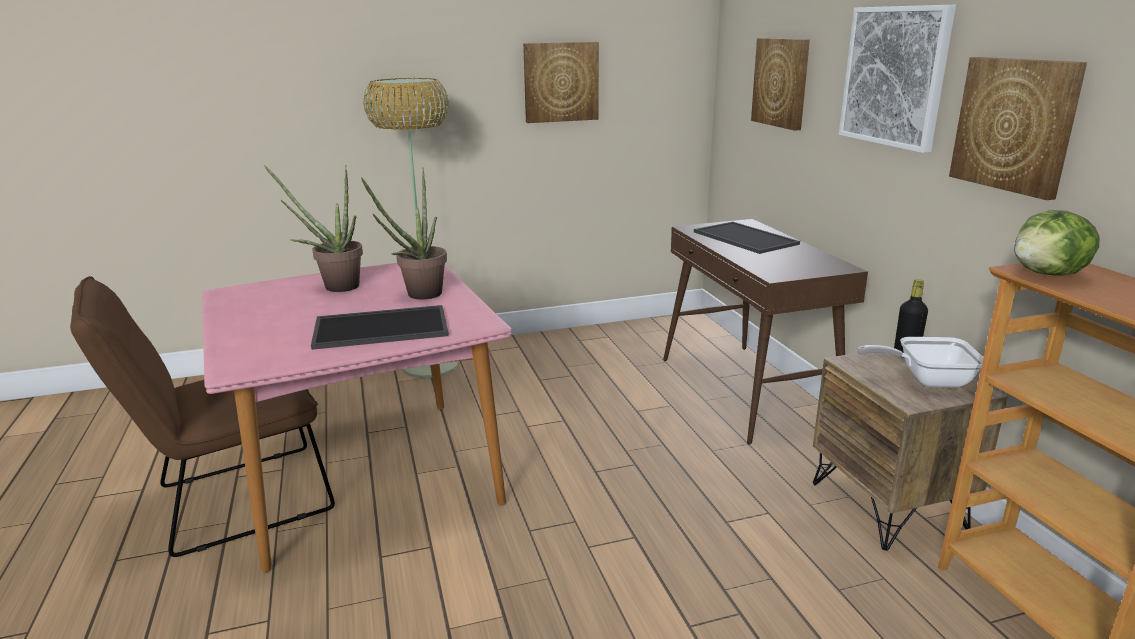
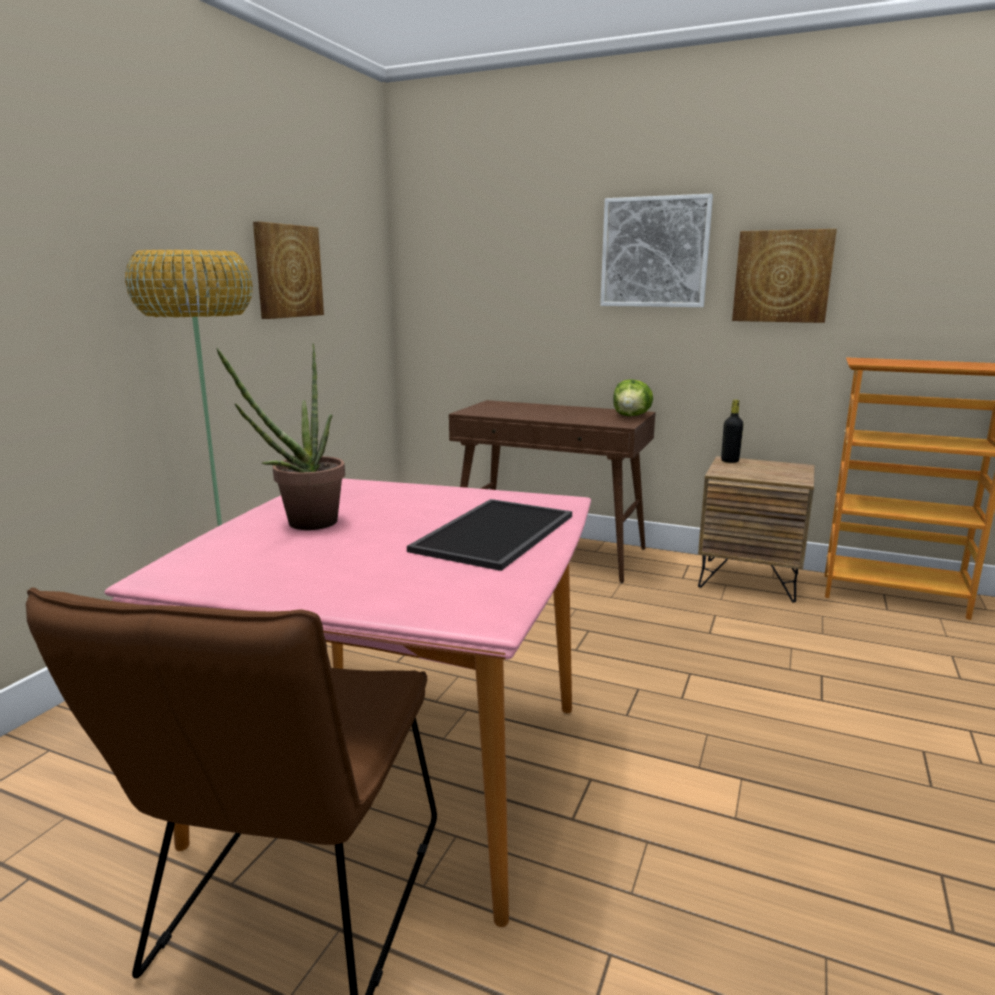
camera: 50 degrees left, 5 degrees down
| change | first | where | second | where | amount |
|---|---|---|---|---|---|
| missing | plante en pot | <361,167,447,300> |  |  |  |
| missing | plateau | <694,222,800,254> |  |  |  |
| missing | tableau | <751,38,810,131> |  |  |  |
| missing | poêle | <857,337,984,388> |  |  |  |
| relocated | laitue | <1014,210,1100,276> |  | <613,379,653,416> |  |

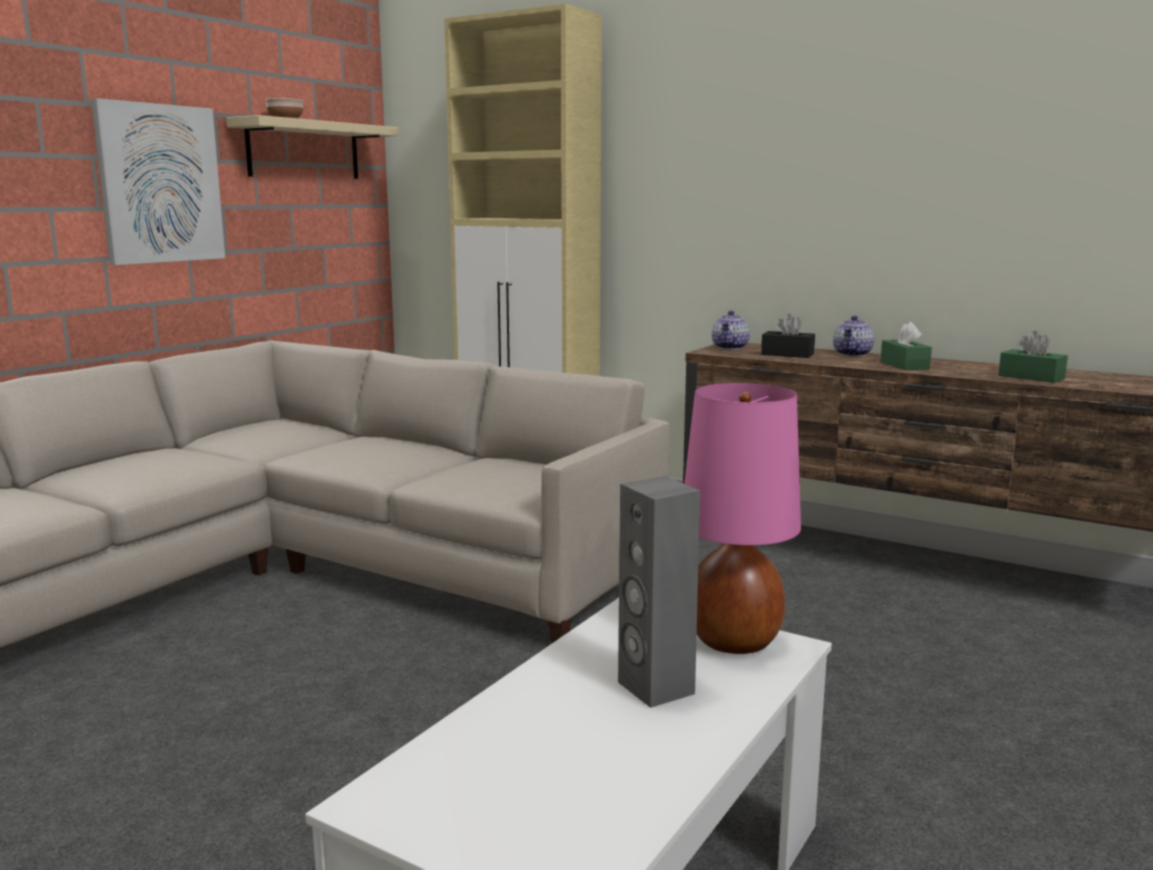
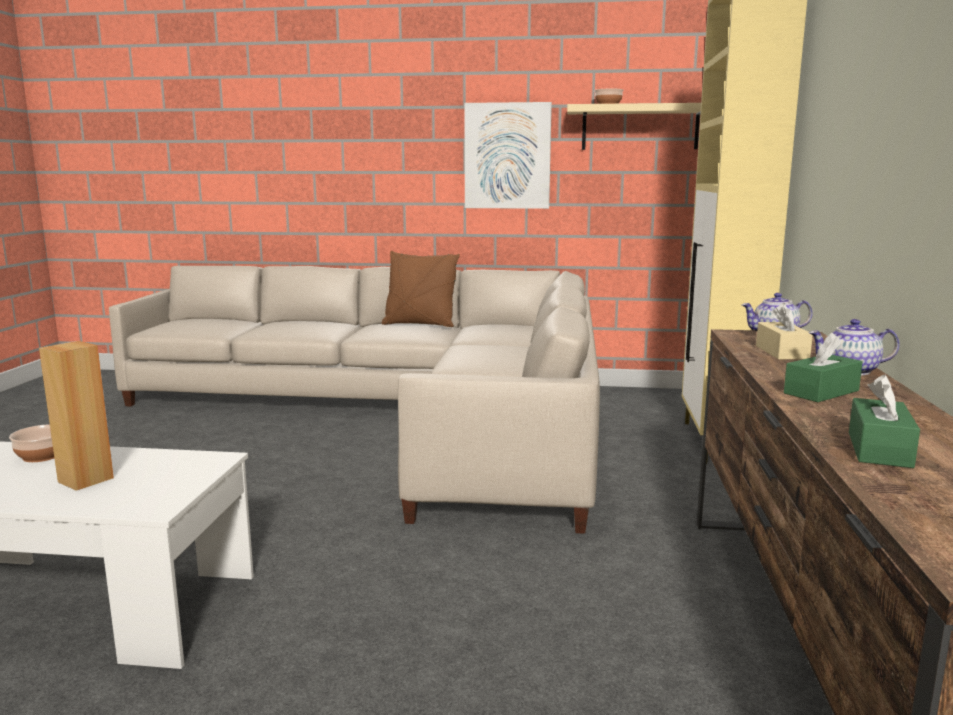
camera: 65 degrees right, 0 degrees up
| change | first | where | second | where | amount |
|---|---|---|---|---|---|
| colour | enceinte/gris | <618,476,700,708> | enceinte/marron | <39,341,114,491> |  |
| missing | lampe de table/rose | <684,383,801,654> |  |  |  |
| colour | boîte à mouchoirs/noir | <761,314,815,358> | boîte à mouchoirs/beige | <756,303,813,360> |  |
| appeared |  |  | bol | <9,424,54,462> |  |
| appeared |  |  | coussin/marron | <382,251,460,327> |  |

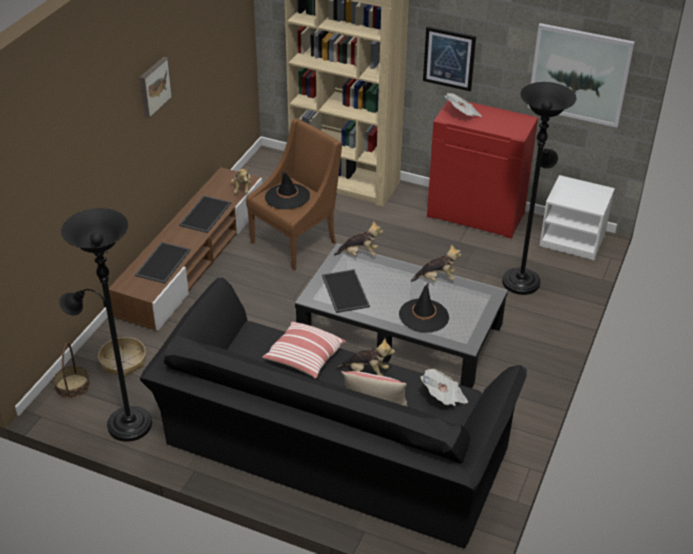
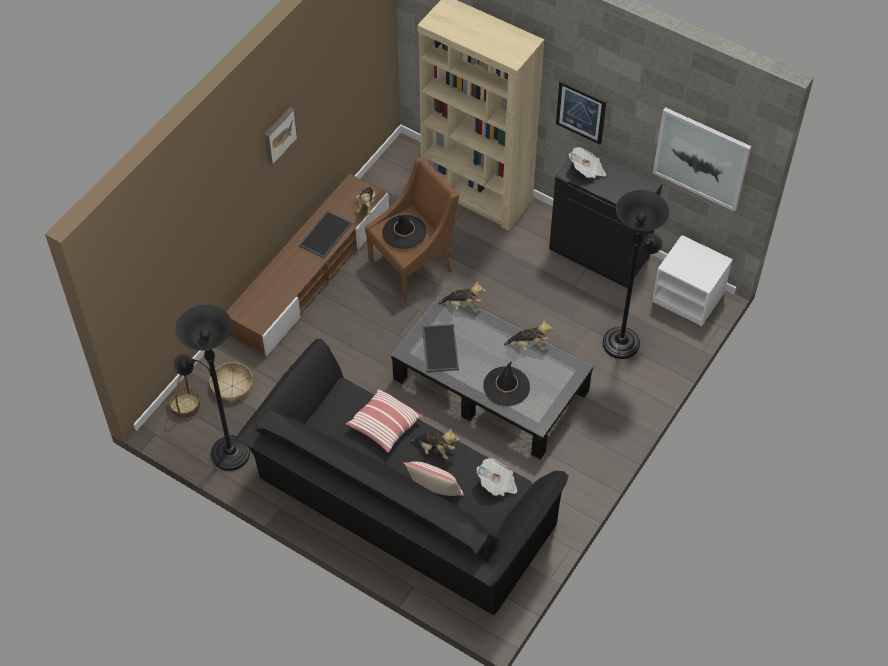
camera: 10 degrees right, 15 degrees up
| change | first | where | second | where | amount |
|---|---|---|---|---|---|
| missing | plateau | <135,242,191,284> |  |  |  |
| colour | meuble de rangement/rouge | <427,100,538,239> | meuble de rangement/noir | <549,145,663,288> |  |

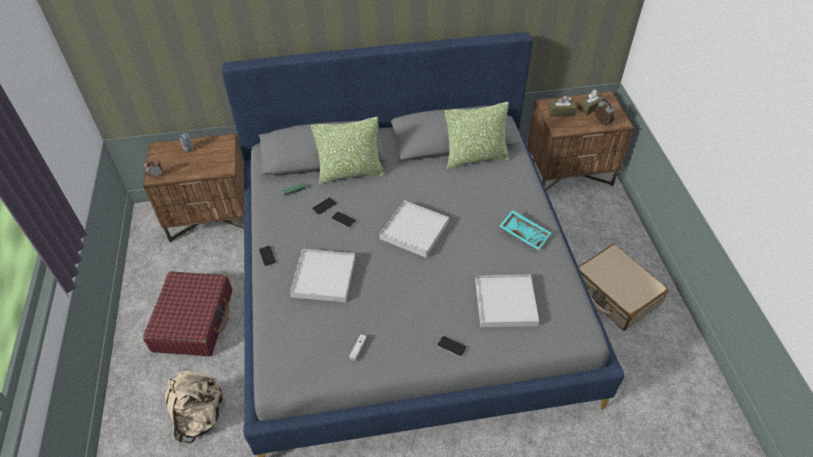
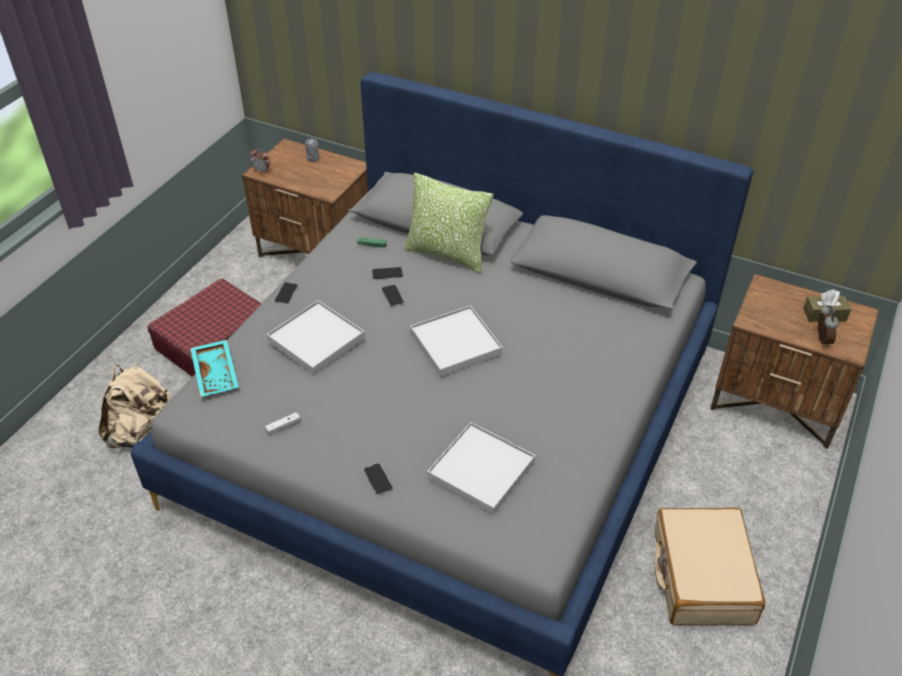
camera: 35 degrees right, 5 degrees down
| change | first | where | second | where | amount |
|---|---|---|---|---|---|
| missing | coussin | <445,102,509,169> |  |  |  |
| relocated | plateau/turquoise | <499,210,551,250> |  | <190,340,239,397> |  |
| missing | boîte à mouchoirs/marron | <548,96,577,117> |  |  |  |

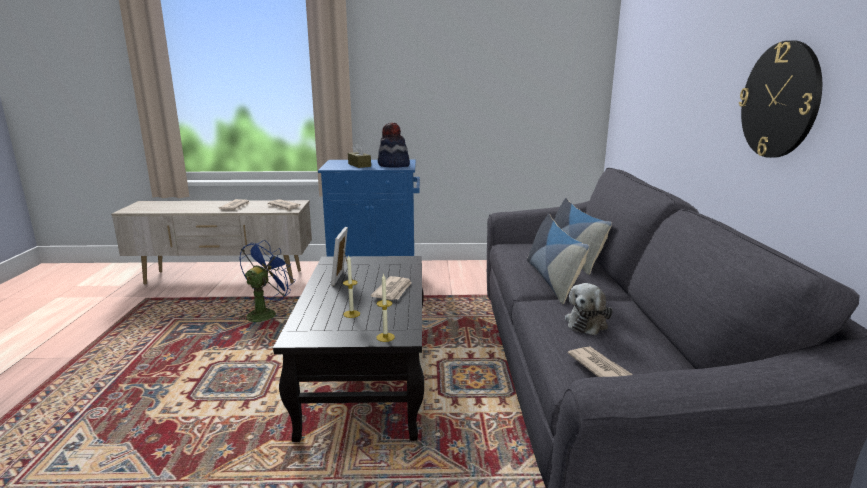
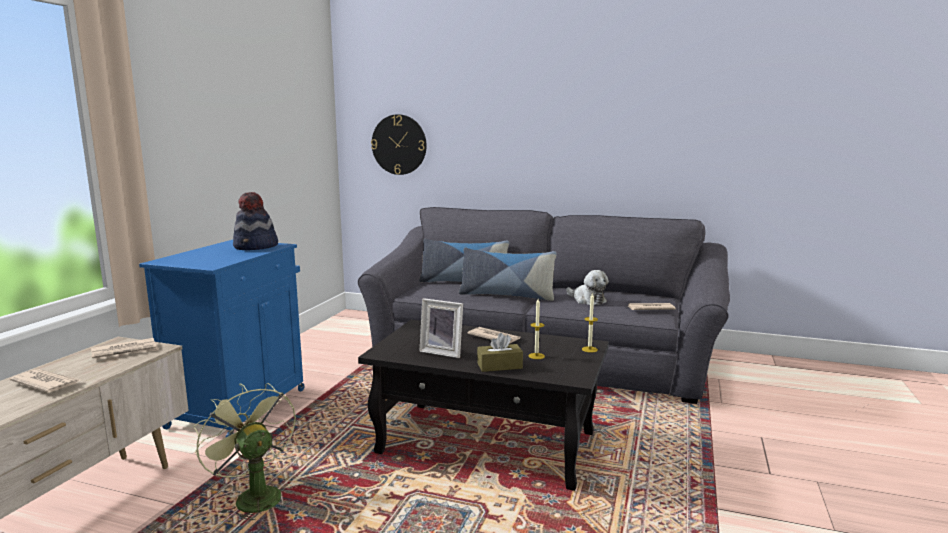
camera: 70 degrees left, 5 degrees down
| change | first | where | second | where | amount |
|---|---|---|---|---|---|
| colour | ventilateur/bleu | <239,240,296,322> | ventilateur/vert | <193,383,296,520> |  |
| relocated | boîte à mouchoirs/marron | <348,143,371,168> |  | <477,333,523,372> |  |
| relocated | horloge murale | <739,40,822,158> |  | <371,114,427,175> |  |

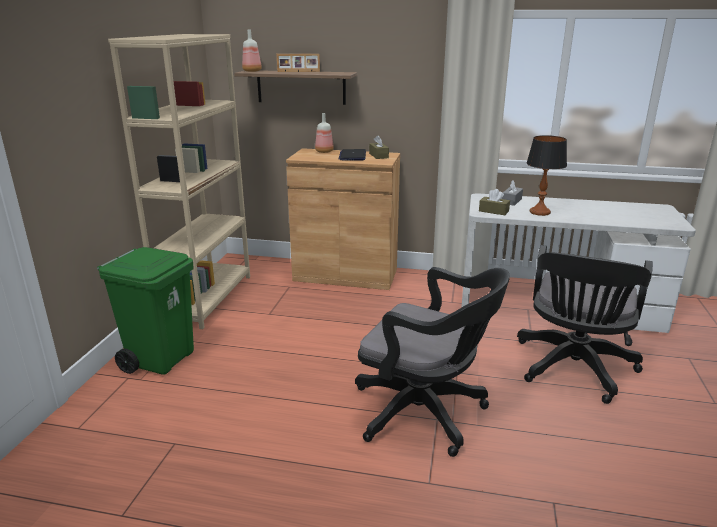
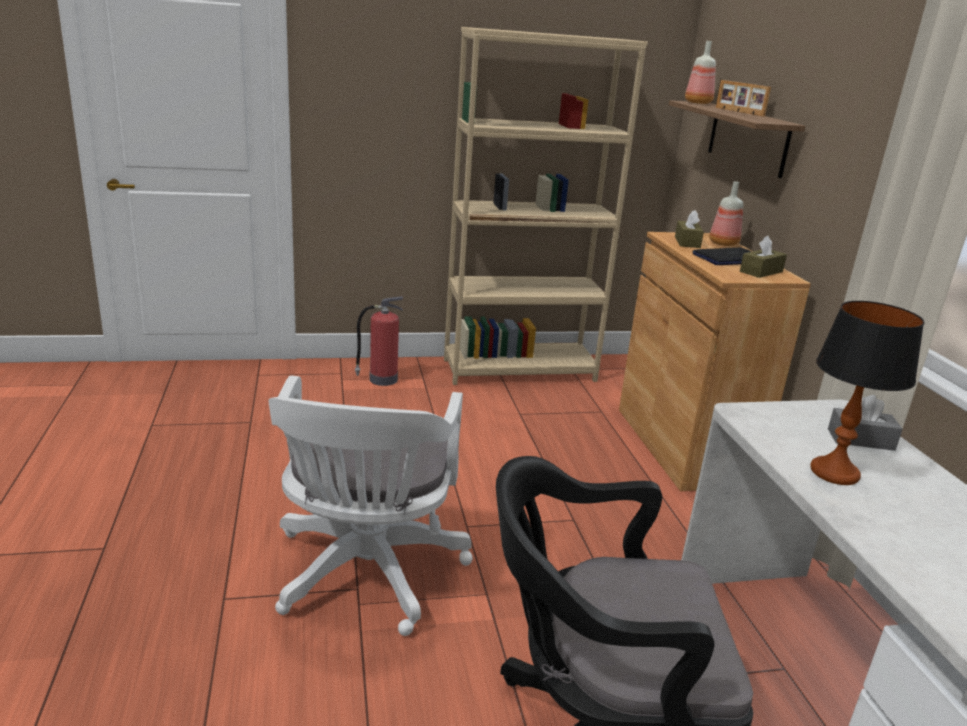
camera: 65 degrees right, 0 degrees up
| change | first | where | second | where | amount |
|---|---|---|---|---|---|
| exchanged | poubelle/vert | <97,247,194,375> | extincteur | <355,296,404,386> |  |
| colour | chaise de bureau/noir | <355,267,510,457> | chaise de bureau/blanc | <268,376,473,636> |  |
| relocated | boîte à mouchoirs/marron | <479,189,510,215> |  | <675,210,704,248> |  |

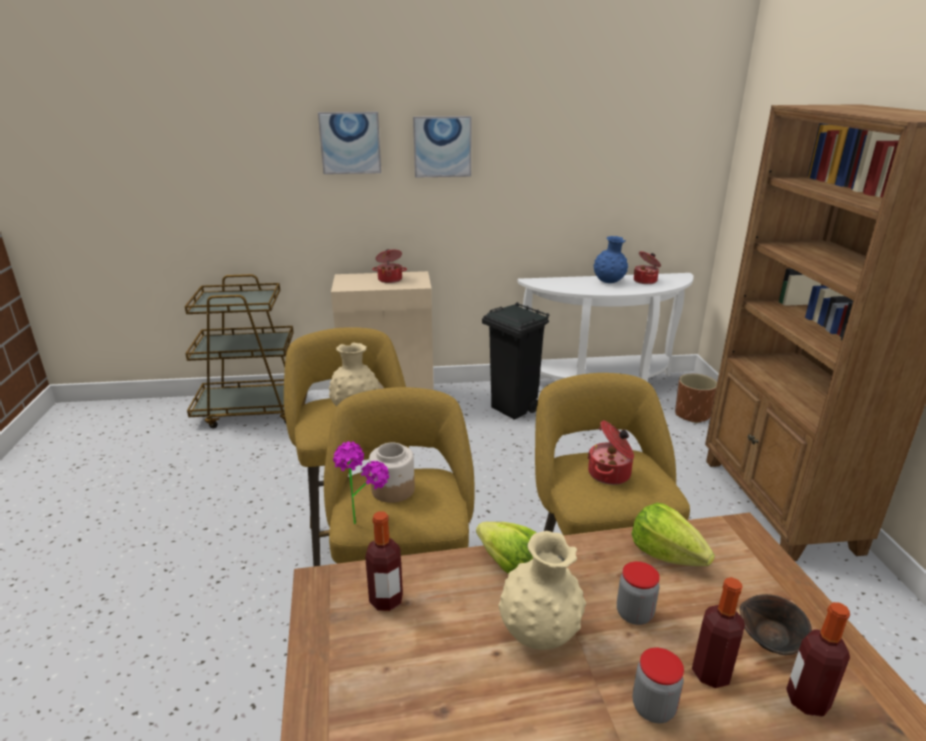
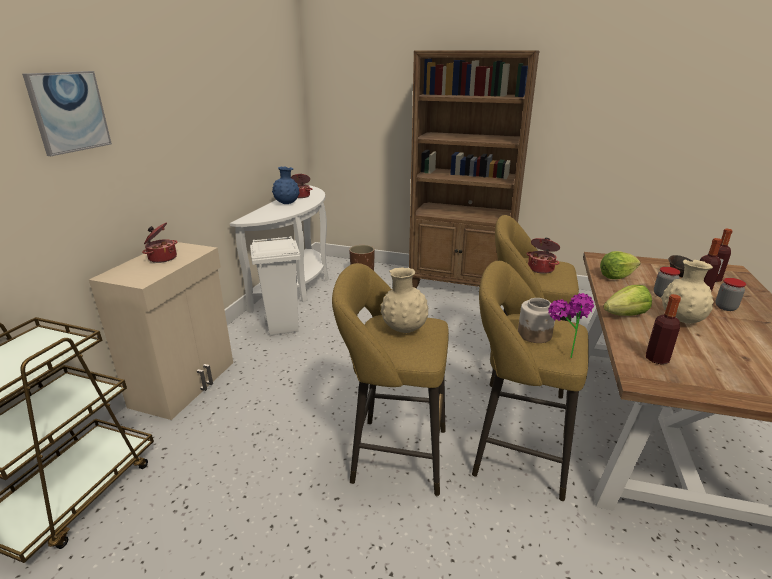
camera: 65 degrees left, 0 degrees up
| change | first | where | second | where | amount |
|---|---|---|---|---|---|
| missing | tableau | <413,116,472,178> |  |  |  |
| colour | poubelle/noir | <482,302,549,420> | poubelle/blanc | <250,237,301,336> |  |

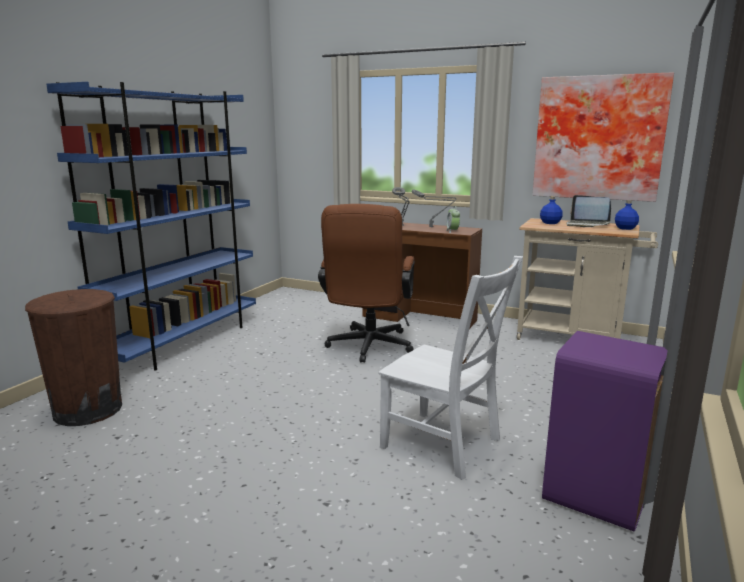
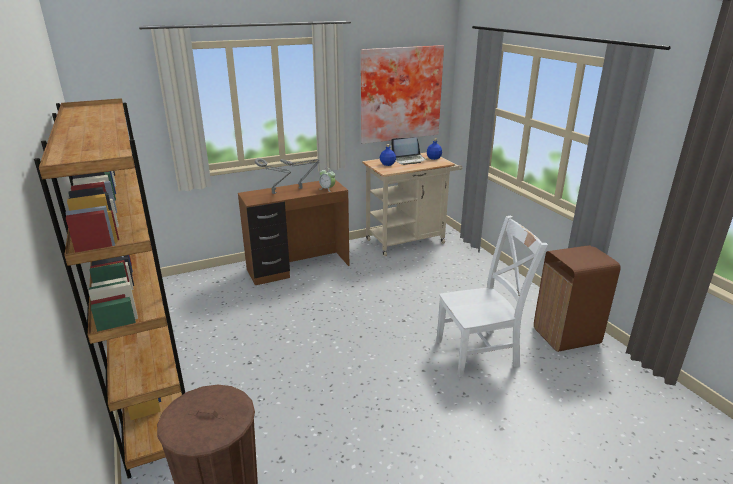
camera: 50 degrees left, 10 degrees up
| change | first | where | second | where | amount |
|---|---|---|---|---|---|
| colour | bibliothèque/bleu | <46,82,256,370> | bibliothèque/marron | <34,98,185,479> |  |
| missing | chaise de bureau/marron | <318,204,415,363> |  |  |  |
| colour | poubelle/violet | <542,331,668,532> | poubelle/marron | <534,245,621,352> |  |

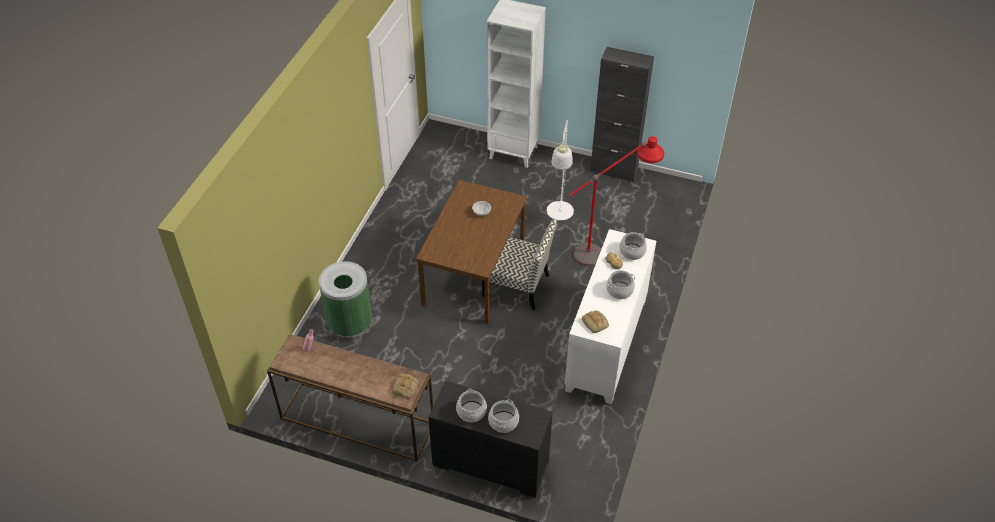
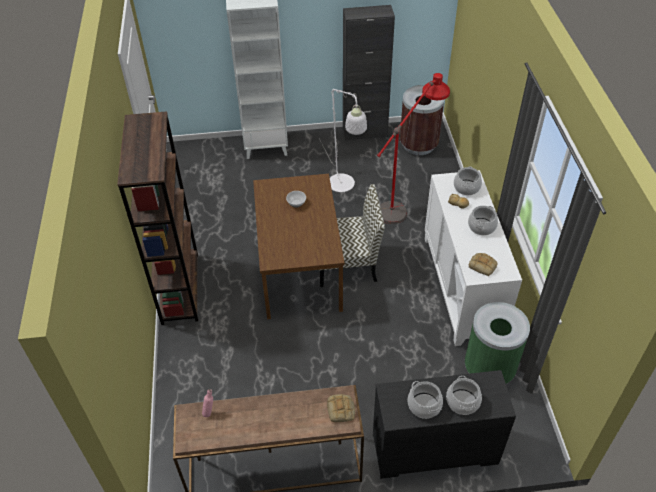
camera: 25 degrees left, 0 degrees up
| change | first | where | second | where | amount |
|---|---|---|---|---|---|
| relocated | poubelle/vert | <319,261,372,338> |  | <465,302,530,384> |  |
| appeared |  |  | bibliothèque/marron | <117,111,198,325> |  |
| appeared |  |  | poubelle/marron | <400,85,445,155> |  |

